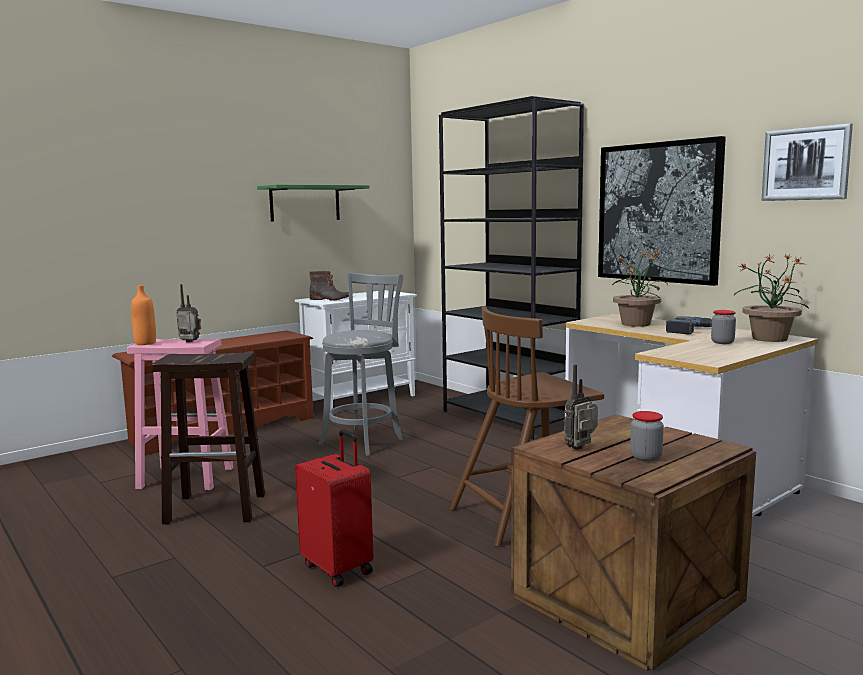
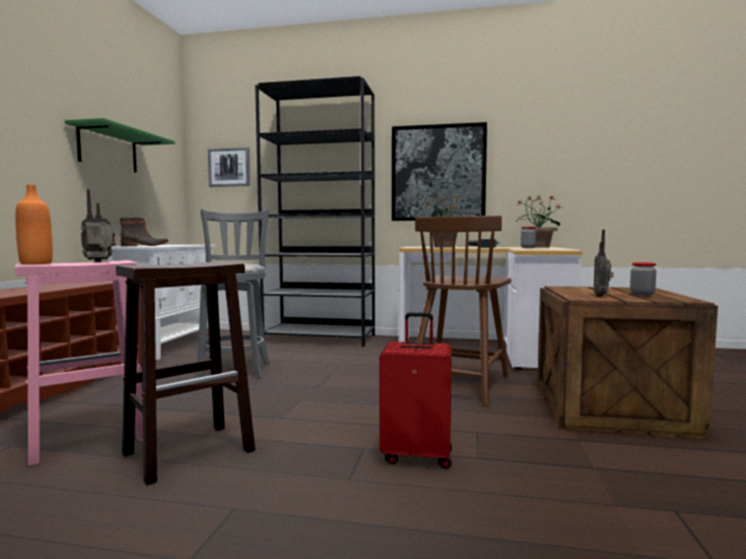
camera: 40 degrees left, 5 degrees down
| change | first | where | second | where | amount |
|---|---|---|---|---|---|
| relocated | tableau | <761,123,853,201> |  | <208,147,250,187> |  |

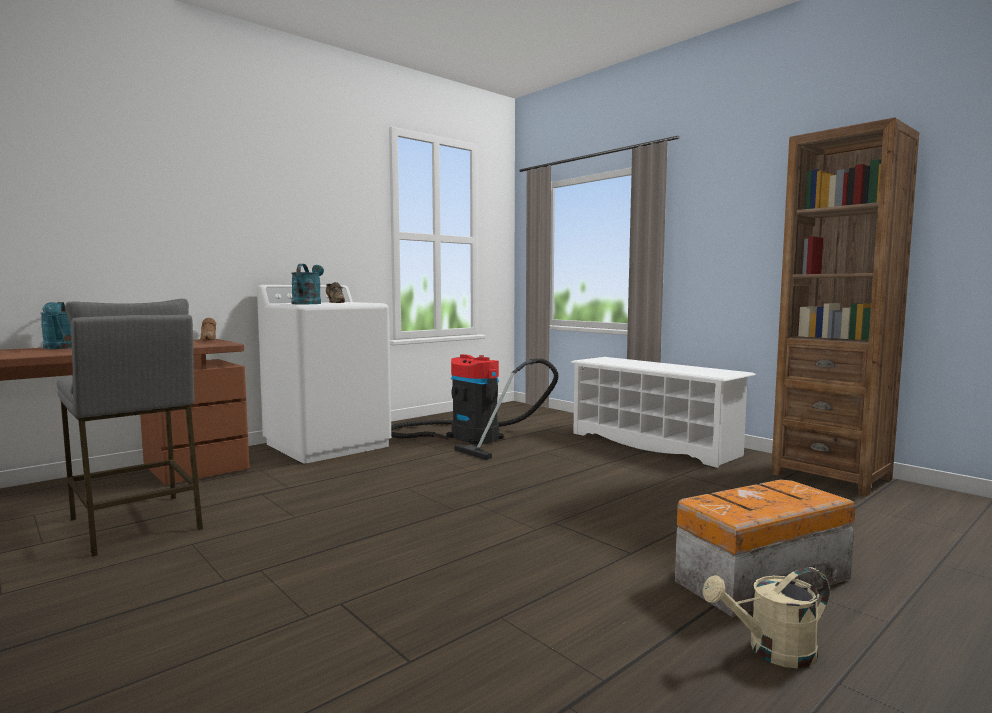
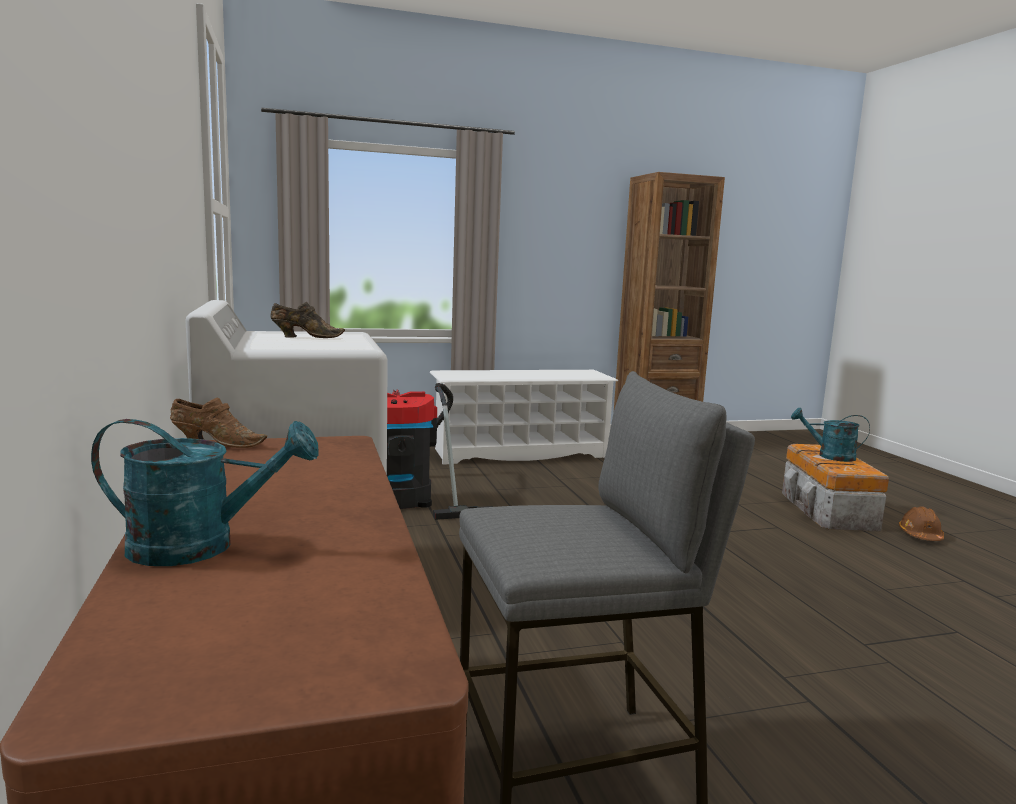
camera: 65 degrees left, 5 degrees up
| change | first | where | second | where | amount |
|---|---|---|---|---|---|
| relocated | arrosoir/turquoise | <291,264,324,304> |  | <791,408,870,462> |  |
| exchanged | arrosoir/beige | <702,567,830,669> | casque de chantier/marron | <899,507,944,541> |  |

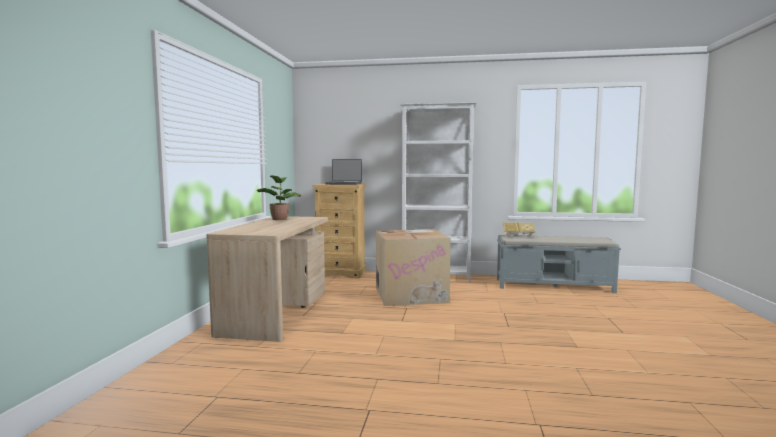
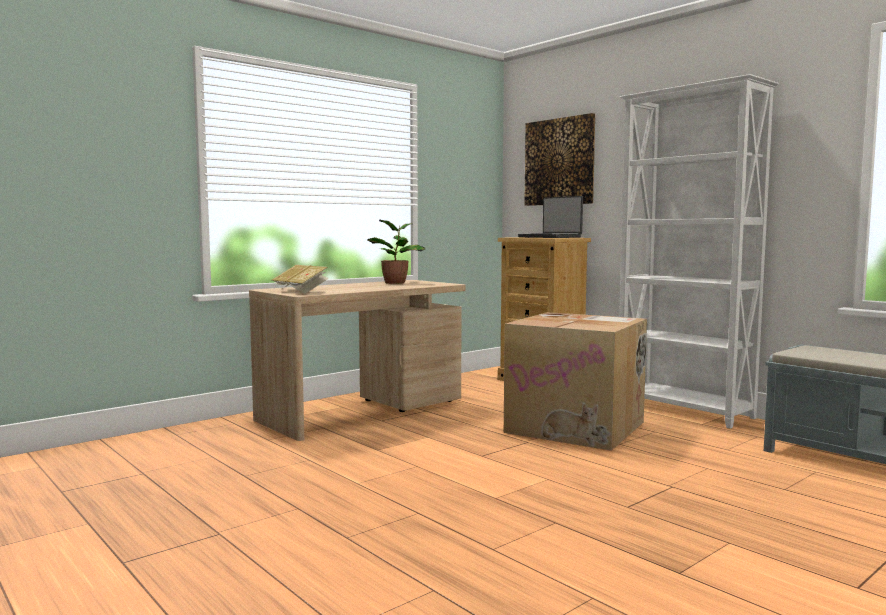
camera: 40 degrees right, 0 degrees up
| change | first | where | second | where | amount |
|---|---|---|---|---|---|
| relocated | livre | <502,222,536,237> |  | <272,265,329,294> |  |
| appeared |  |  | tableau | <524,113,595,206> |  |

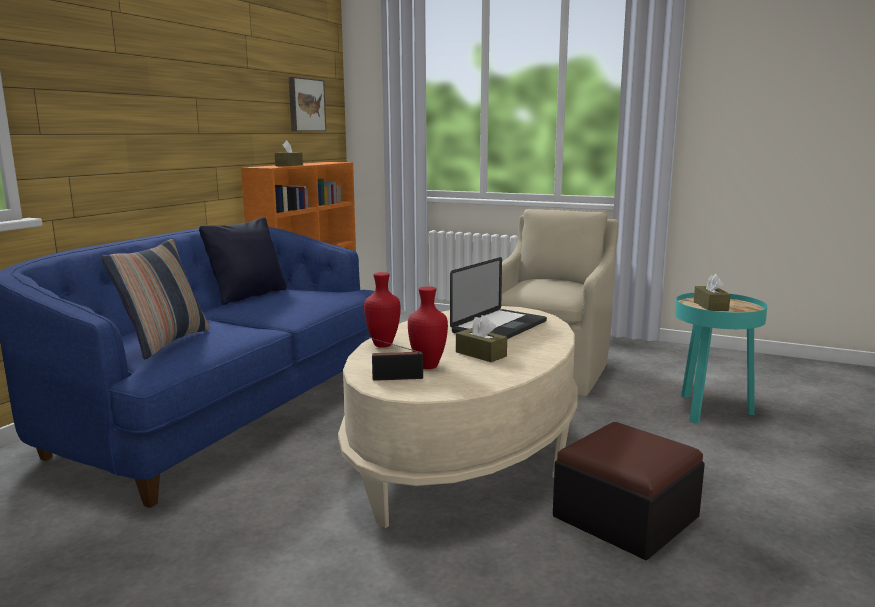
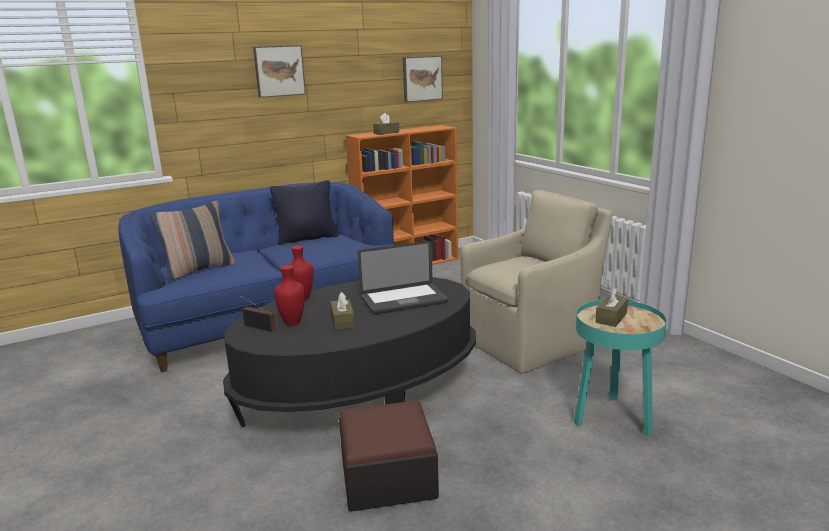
camera: 35 degrees right, 5 degrees up
| change | first | where | second | where | amount |
|---|---|---|---|---|---|
| colour | table basse/beige | <338,306,578,528> | table basse/noir | <223,277,476,427> |  |
| appeared |  |  | tableau | <253,45,306,98> |  |

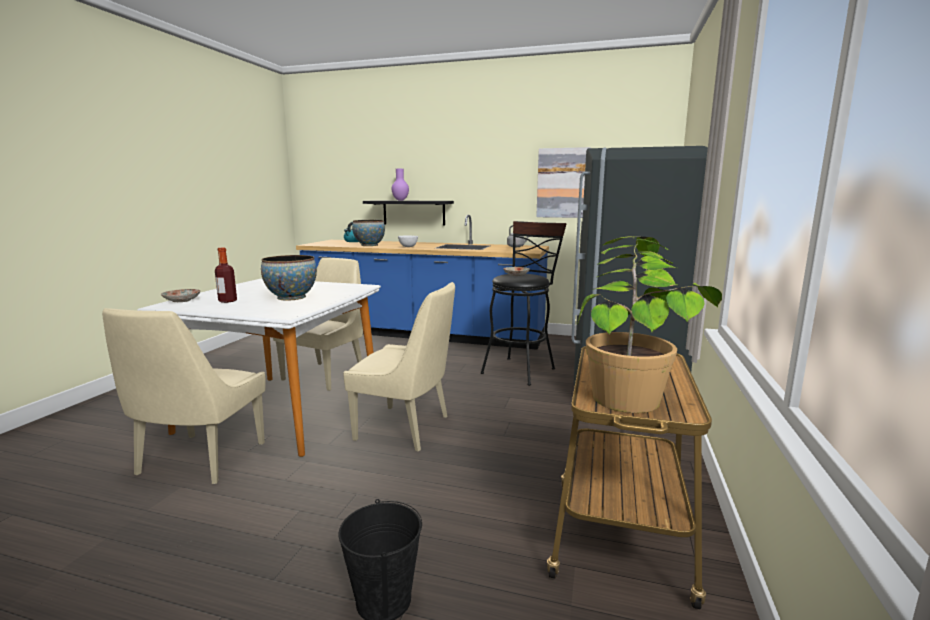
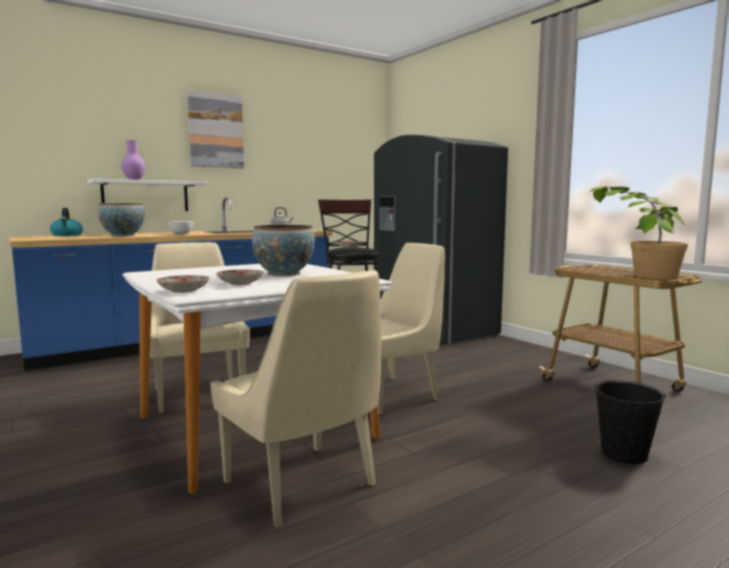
camera: 50 degrees left, 5 degrees down
| change | first | where | second | where | amount |
|---|---|---|---|---|---|
| exchanged | bouteille | <215,248,237,303> | assiette | <216,270,264,285> |  |
| colour | étagère/noir | <363,200,454,226> | étagère/blanc | <87,179,208,211> |  |
| relocated | tableau | <536,147,591,218> |  | <187,90,244,168> |  |

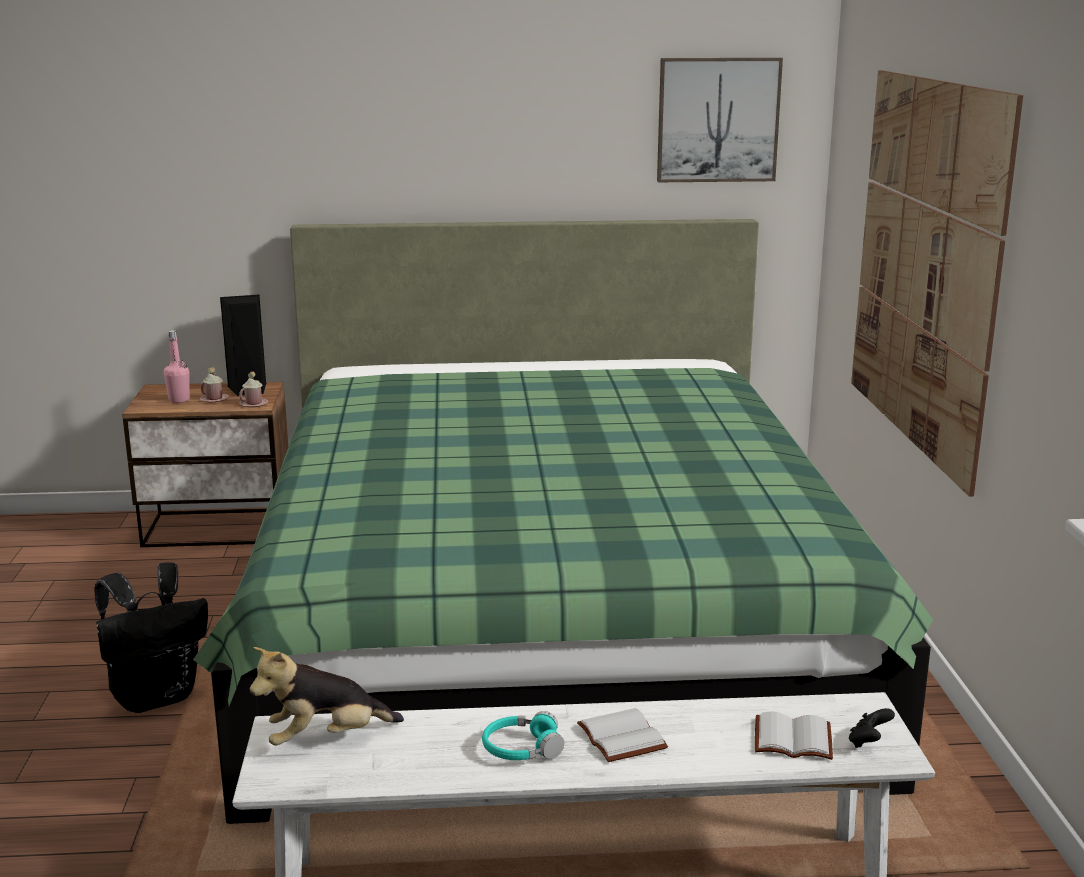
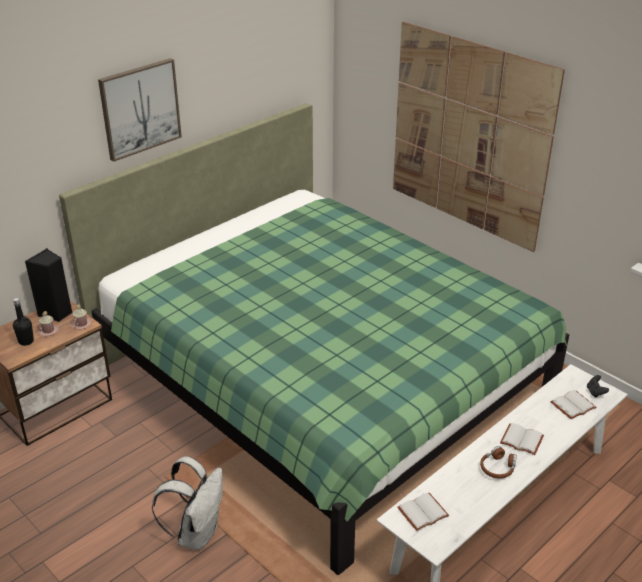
camera: 40 degrees left, 15 degrees up
| change | first | where | second | where | amount |
|---|---|---|---|---|---|
| colour | sac à dos/noir | <94,562,208,713> | sac à dos/blanc | <152,456,223,550> |  |
| colour | bouteille/rose | <164,330,190,403> | bouteille/noir | <13,298,34,346> |  |
| exchanged | peluche | <250,647,404,746> | livre/blanc | <397,493,449,531> |  |
| colour | casque audio/turquoise | <482,711,564,760> | casque audio/marron | <480,446,517,479> |  |
| relocated | tableau | <657,58,783,182> |  | <98,58,182,162> |  |

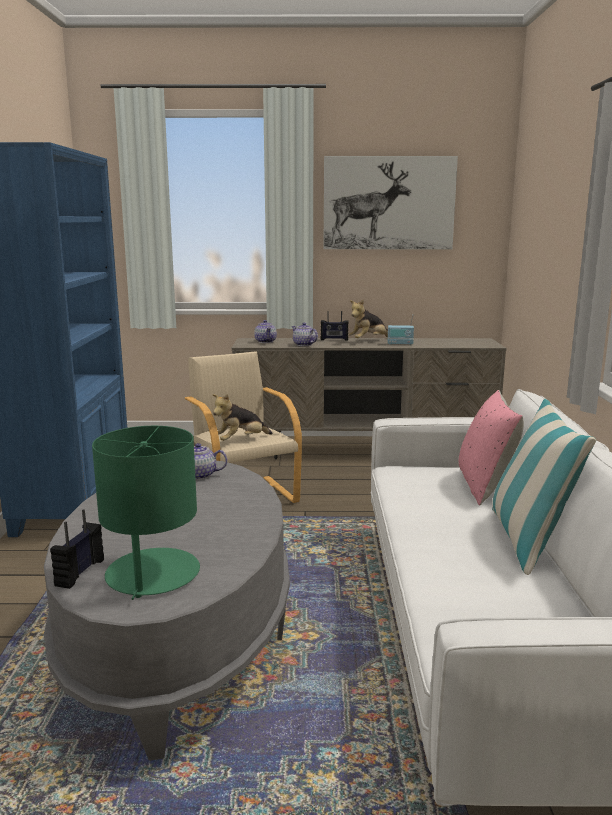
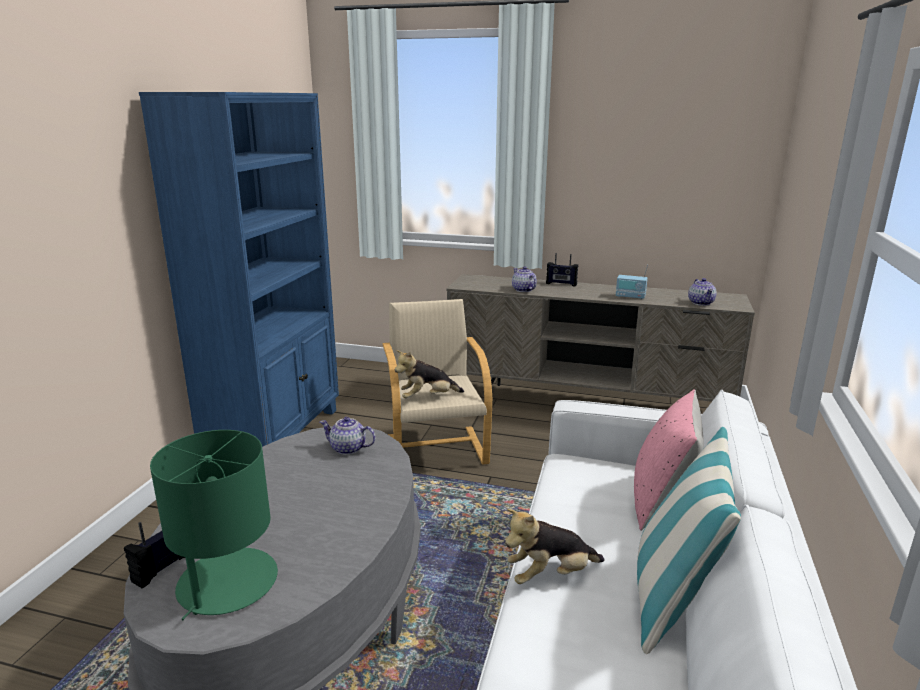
camera: 15 degrees right, 5 degrees up
| change | first | where | second | where | amount |
|---|---|---|---|---|---|
| relocated | théière | <254,320,277,343> |  | <688,278,717,306> |  |
| missing | tableau | <323,156,458,249> |  |  |  |
| relocated | peluche | <348,300,388,338> |  | <505,509,604,584> |  |

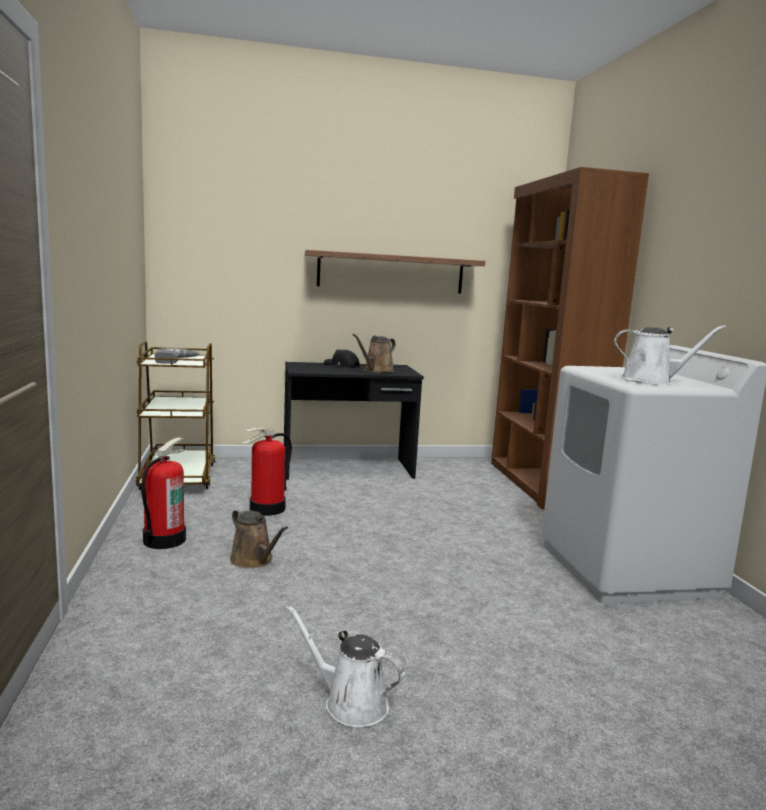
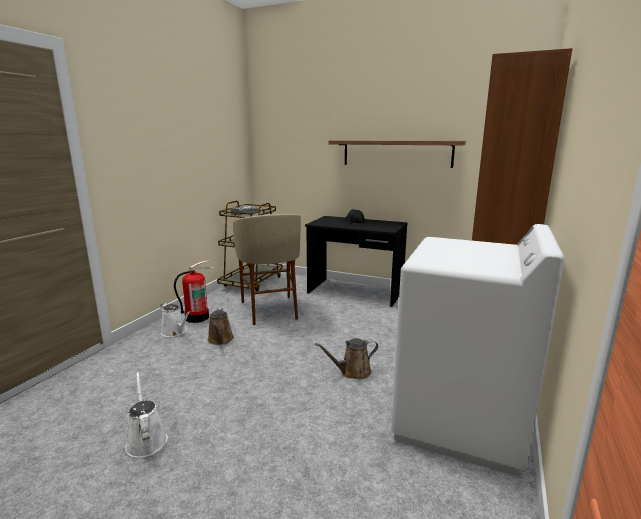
camera: 35 degrees right, 5 degrees up
| change | first | where | second | where | amount |
|---|---|---|---|---|---|
| exchanged | extincteur | <242,428,292,516> | tabouret/beige | <233,214,301,325> |  |
| relocated | arrosoir/marron | <353,334,396,373> |  | <315,338,378,379> |  |
| relocated | arrosoir/blanc | <614,325,726,385> |  | <160,303,191,337> |  |

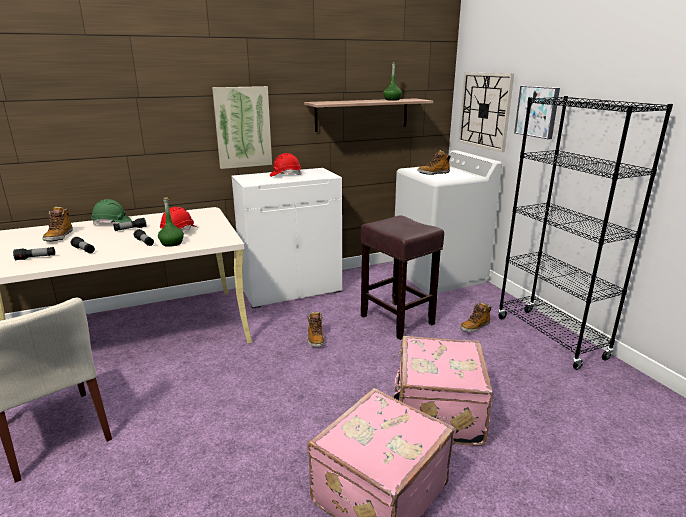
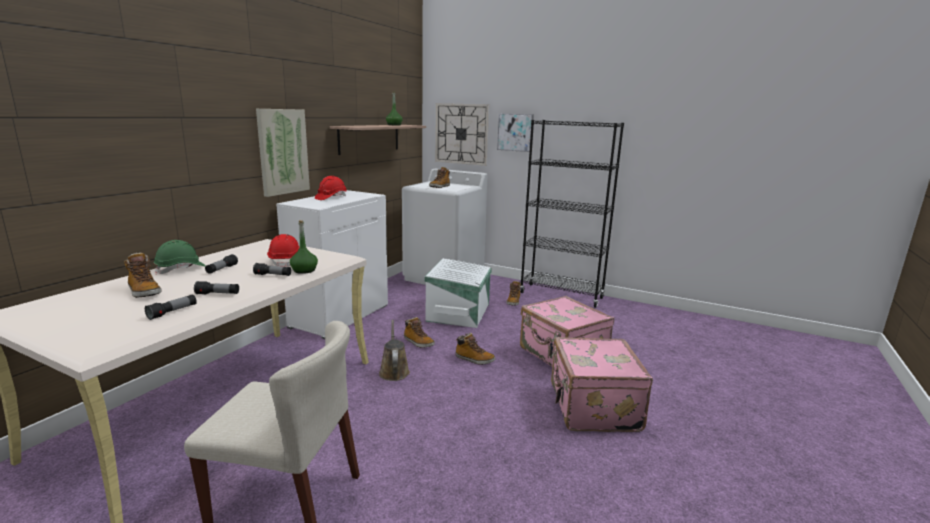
camera: 40 degrees left, 5 degrees down
| change | first | where | second | where | amount |
|---|---|---|---|---|---|
| exchanged | tabouret/marron | <361,215,444,340> | boîte de rangement/blanc | <425,258,492,328> |  |
| appeared |  |  | arrosoir/marron | <379,320,410,381> |  |
| appeared |  |  | botte | <455,333,495,365> |  |

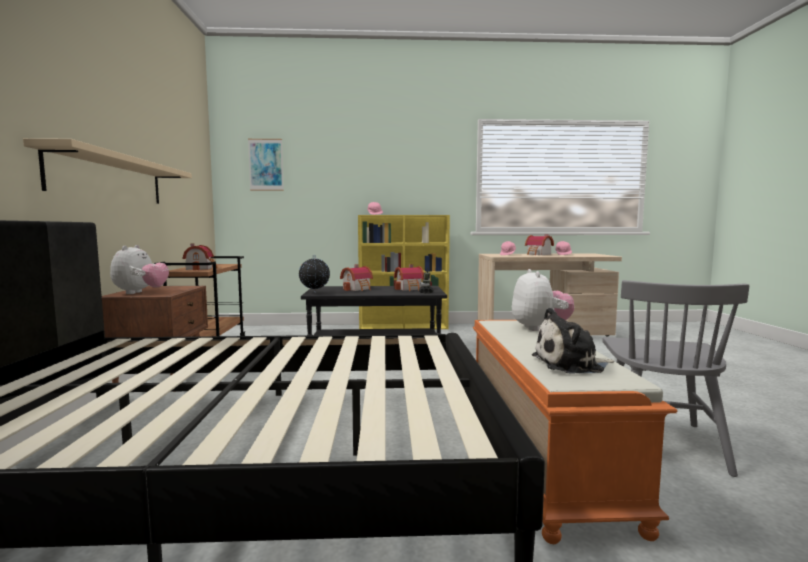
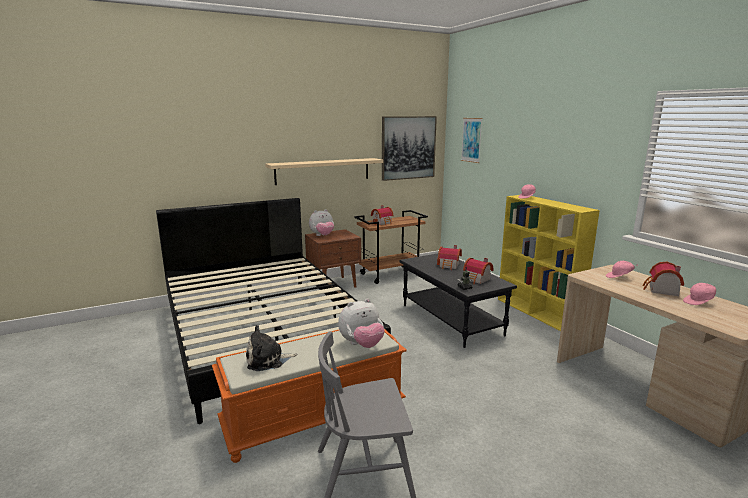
camera: 65 degrees right, 10 degrees up
| change | first | where | second | where | amount |
|---|---|---|---|---|---|
| missing | globe | <299,255,330,293> |  |  |  |
| spun | peluche | <532,308,615,373> |  | <246,325,297,371> | 75 degrees counterclockwise |
| appeared |  |  | tableau | <382,116,437,181> |  |

